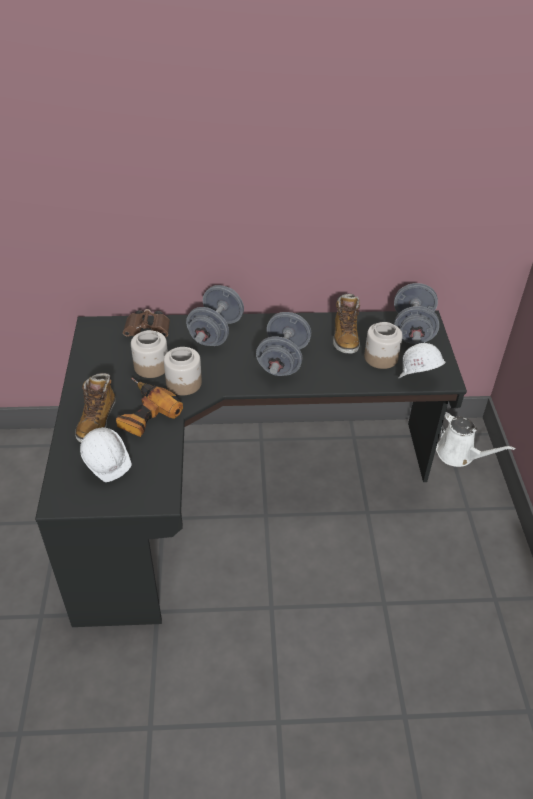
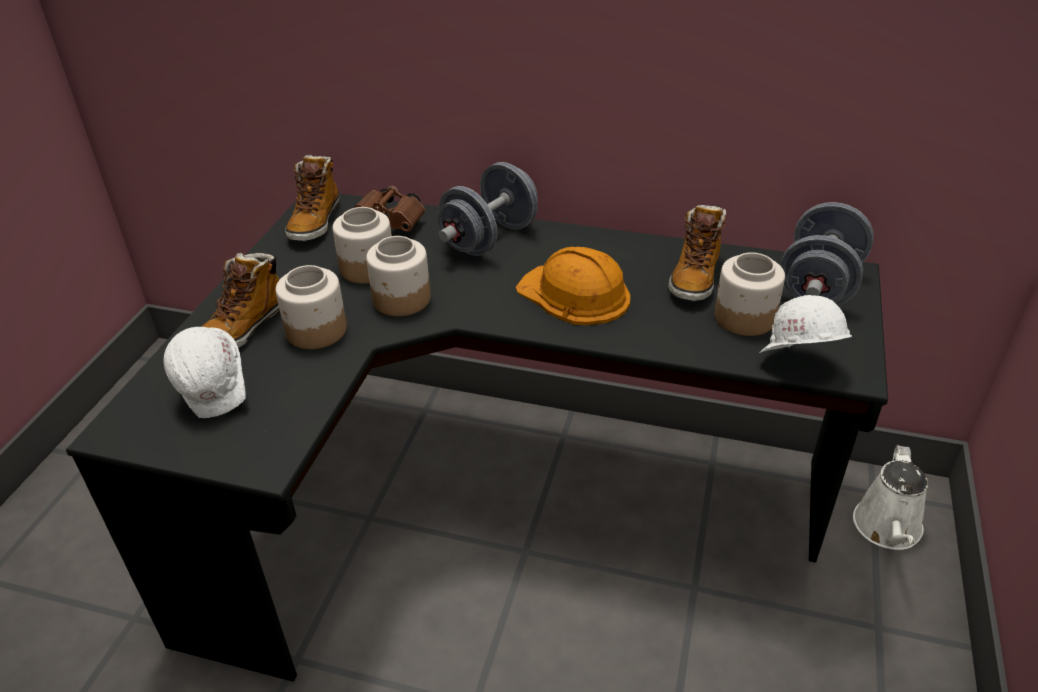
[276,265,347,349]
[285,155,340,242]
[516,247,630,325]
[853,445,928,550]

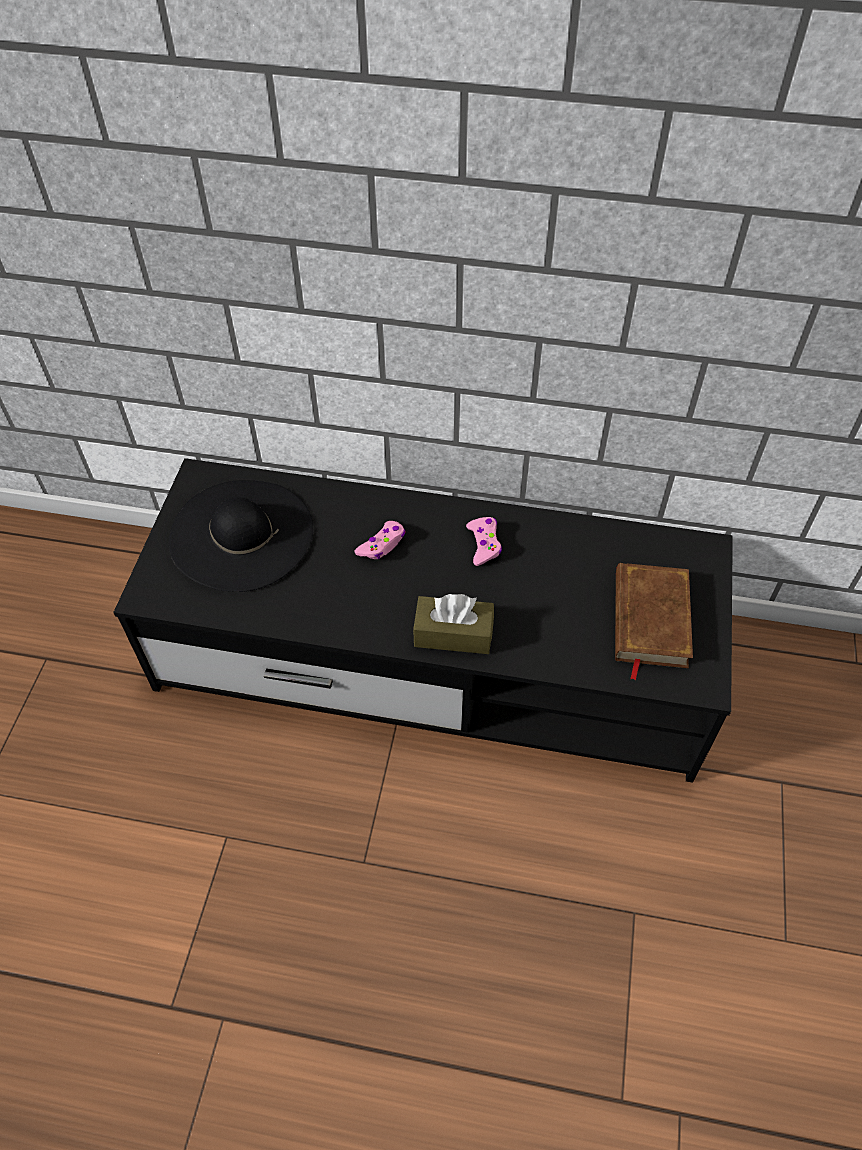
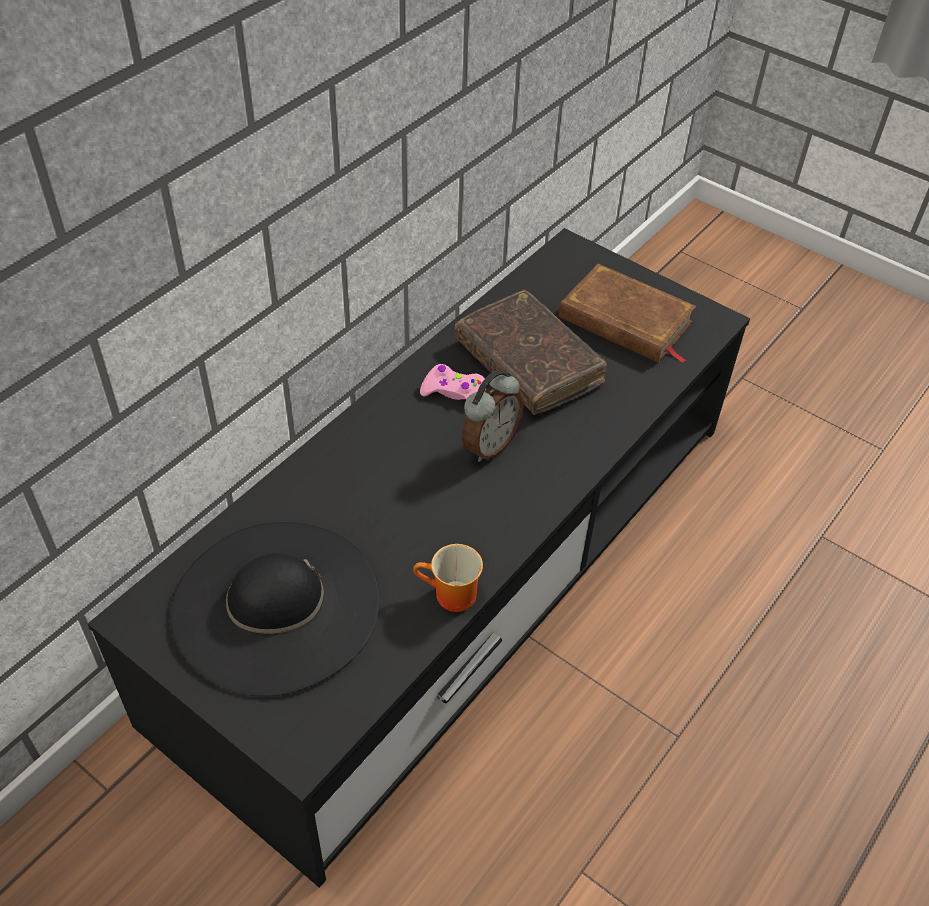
[413,544,483,612]
[454,290,607,415]
[462,371,524,462]
[354,521,406,559] (first image)
[413,594,494,654] (first image)

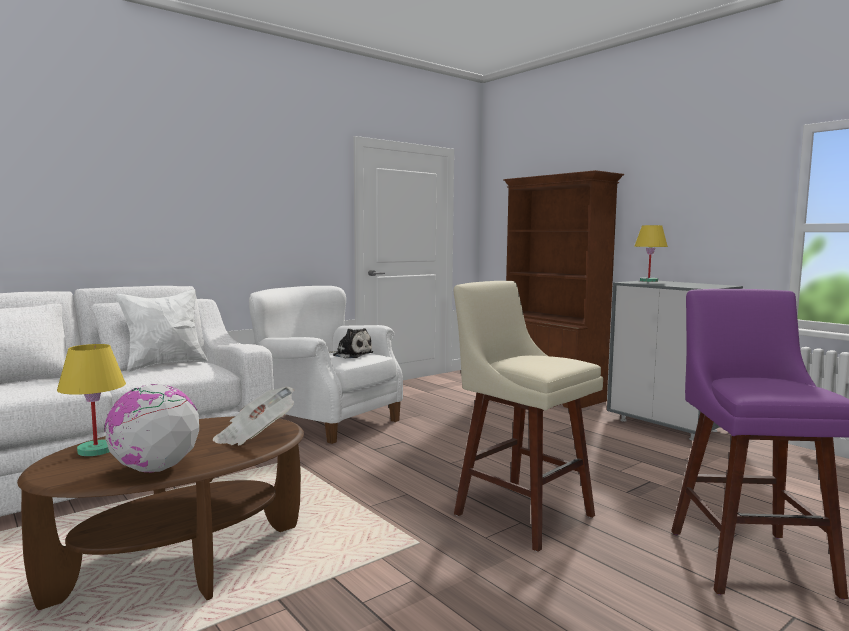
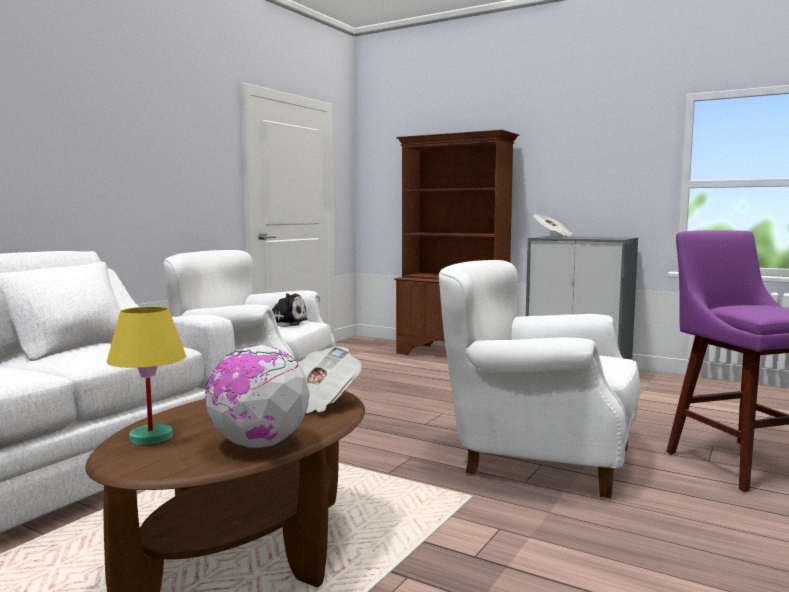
[439,260,640,498]
[533,212,573,237]
[116,289,208,372] (first image)

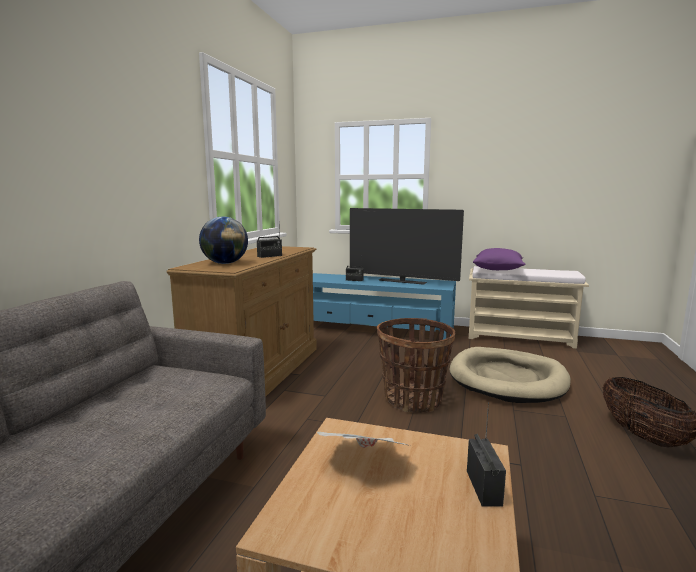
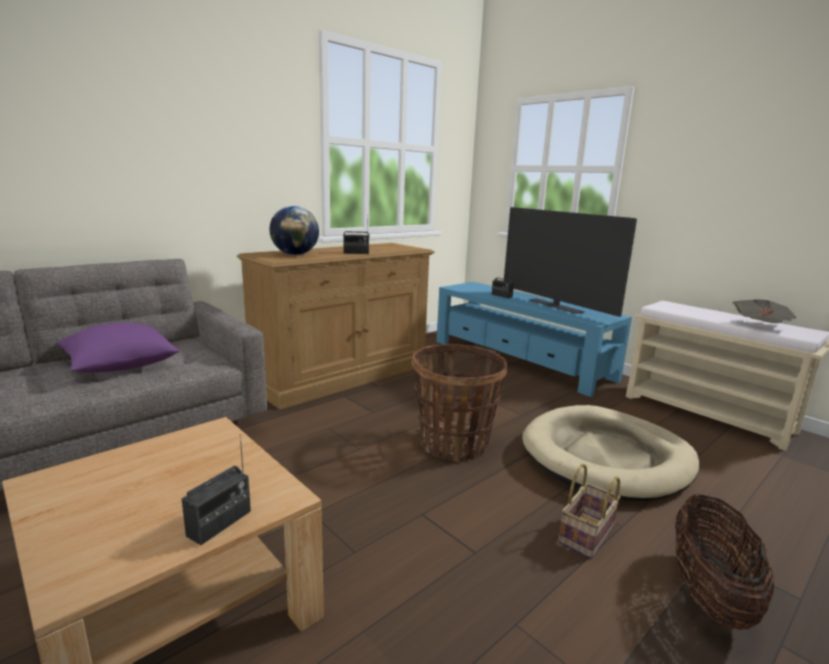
[57,322,180,373]
[559,464,620,559]
[733,300,796,323]

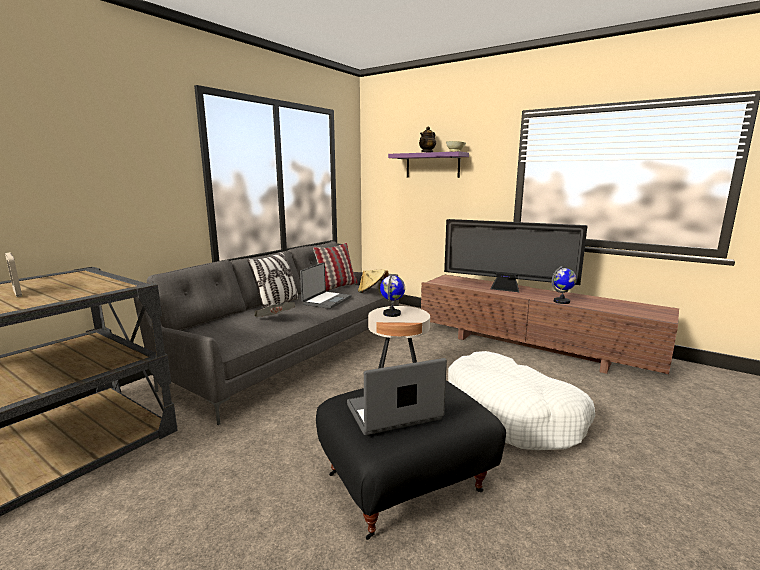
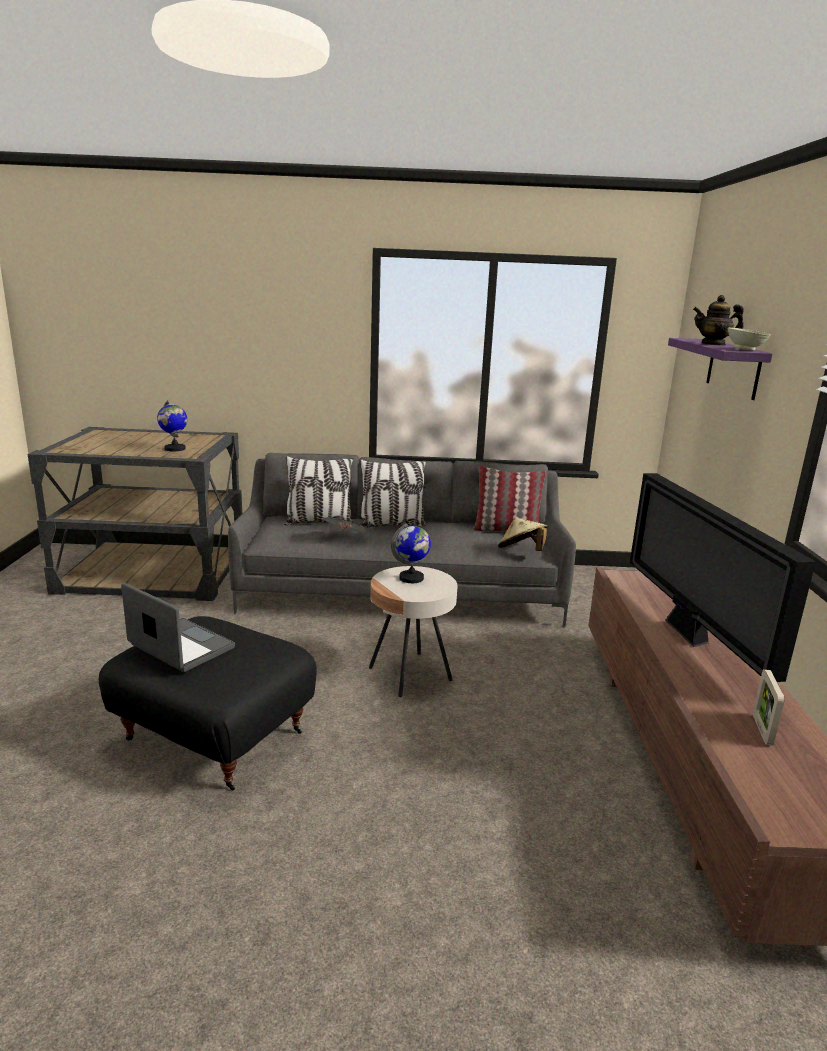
[157,400,187,451]
[284,456,353,525]
[753,669,785,746]
[300,262,352,309] (first image)
[448,351,595,450] (first image)

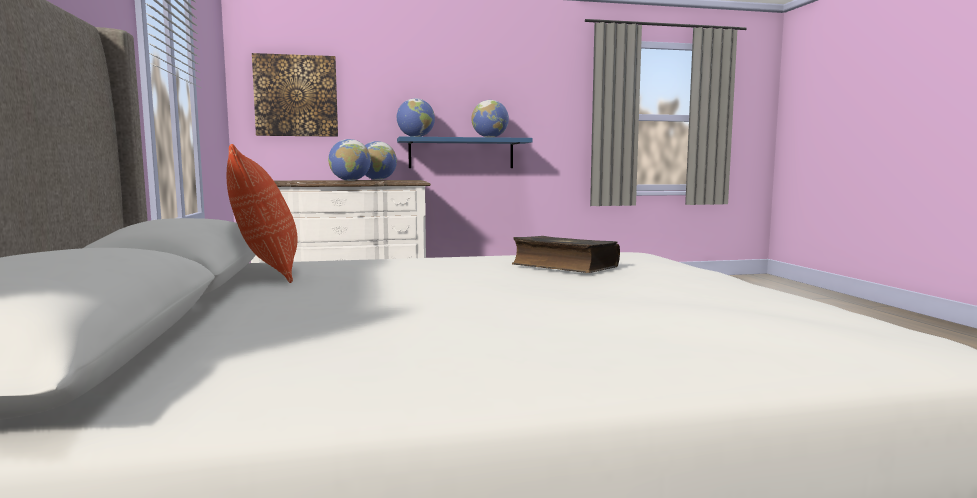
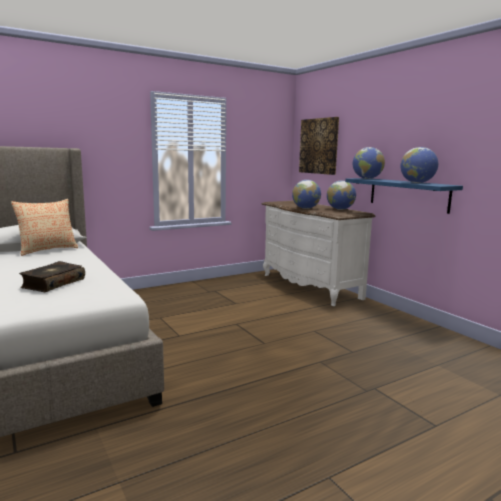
[11,199,78,256]

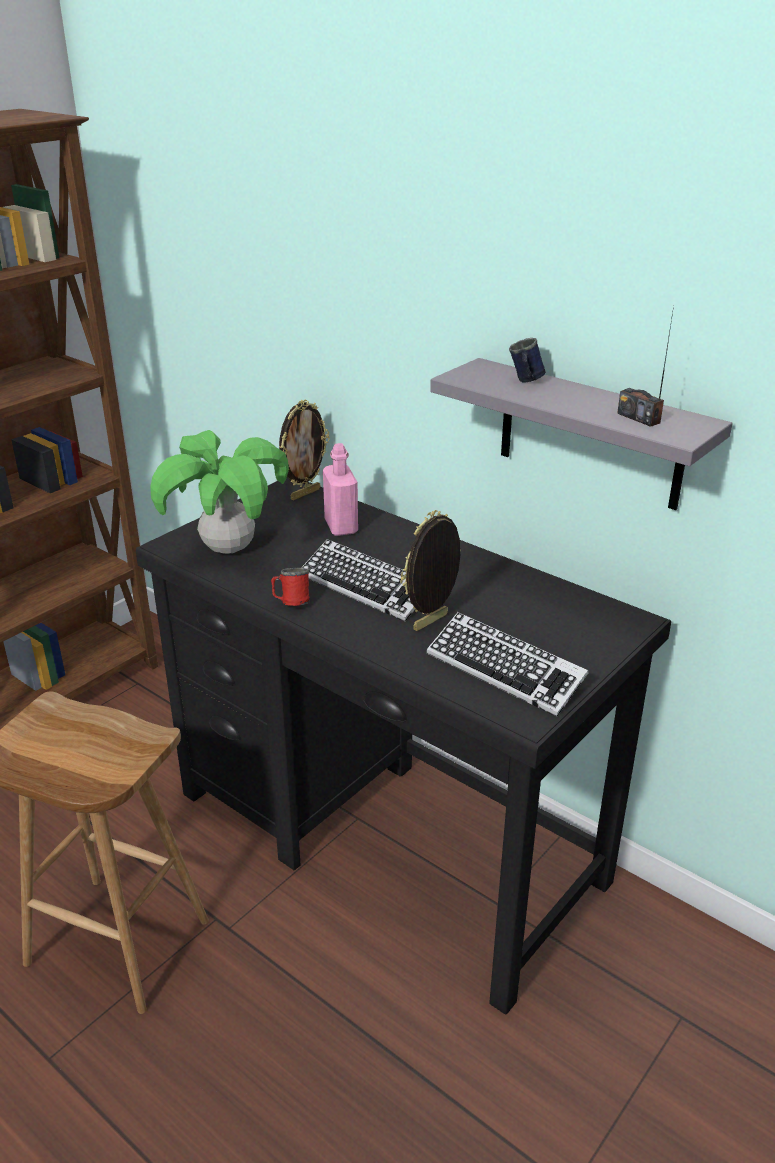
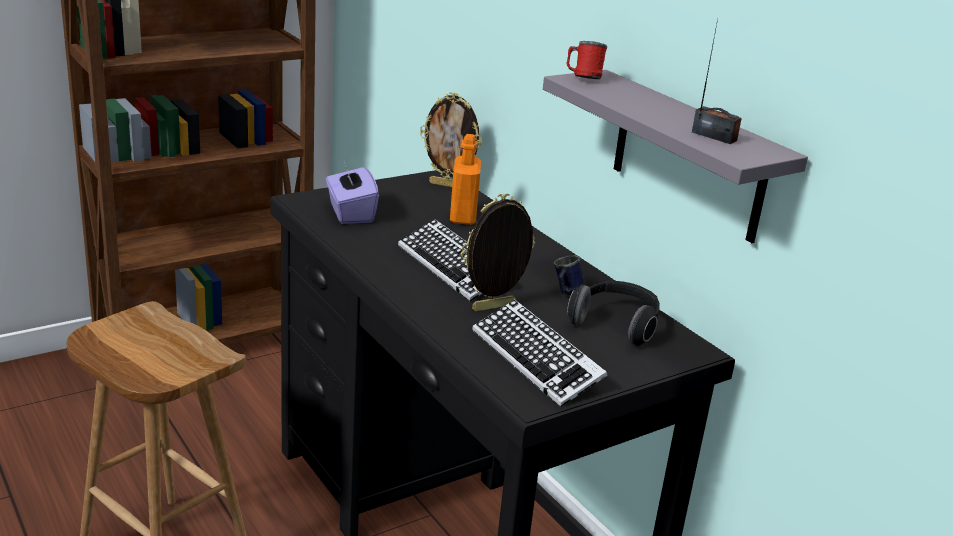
[326,162,379,224]
[420,92,482,187]
[450,134,481,225]
[554,255,586,295]
[567,41,607,79]
[567,281,660,346]
[692,19,742,144]

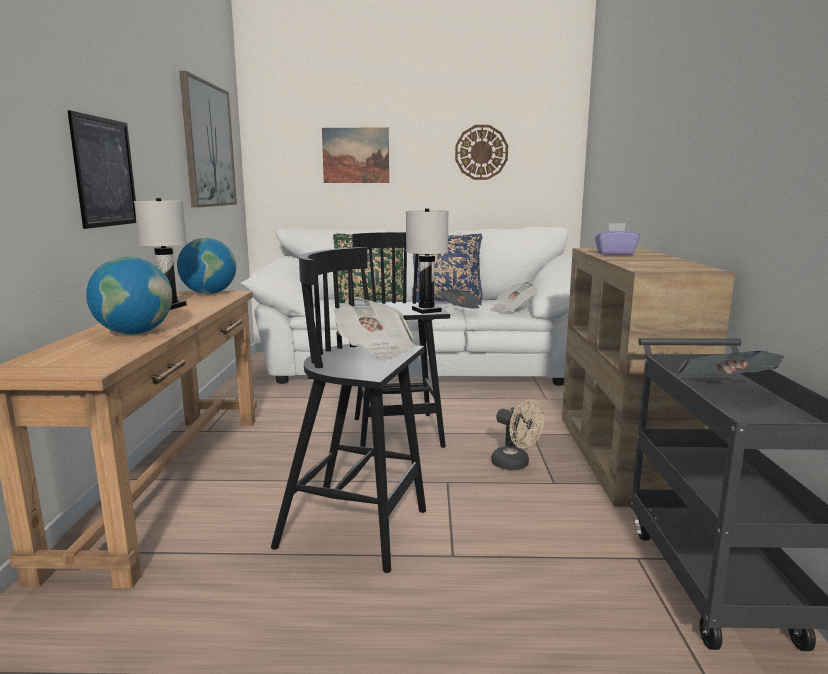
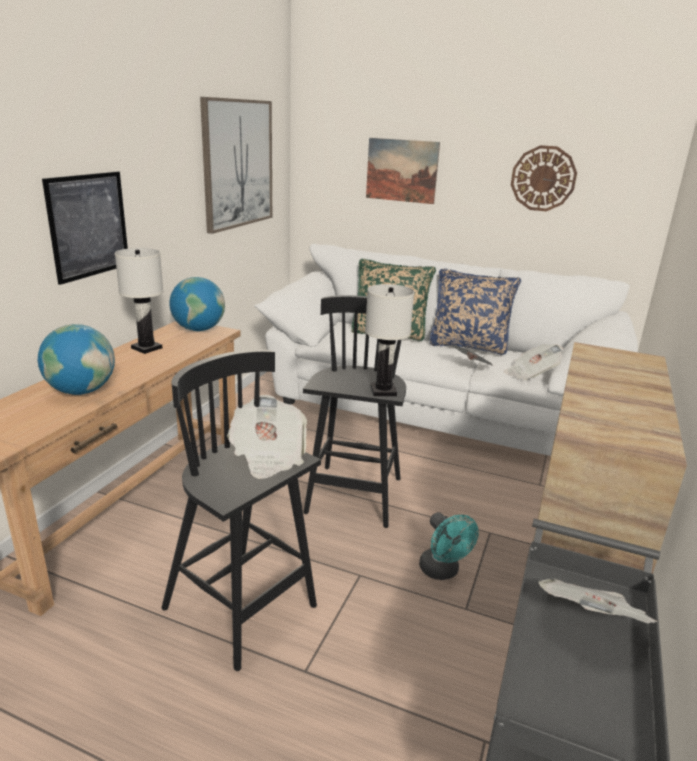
[419,512,479,580]
[595,223,640,255] (first image)

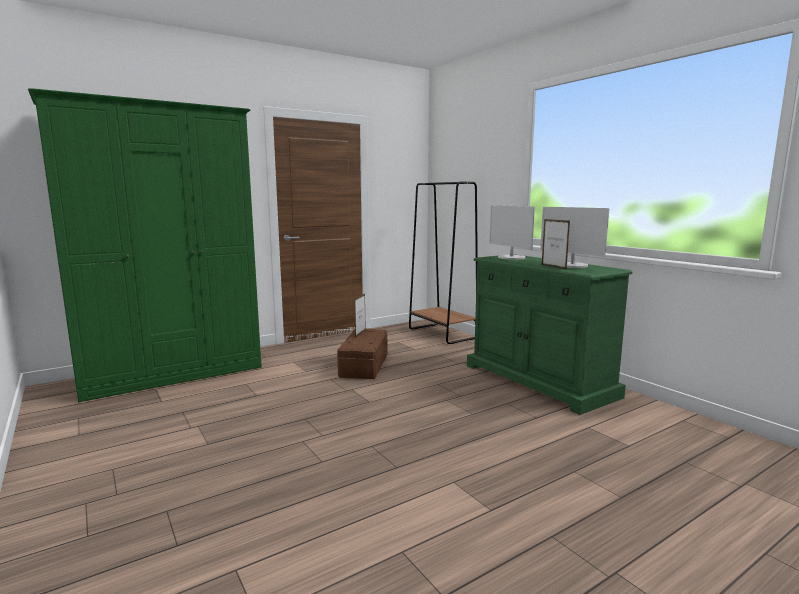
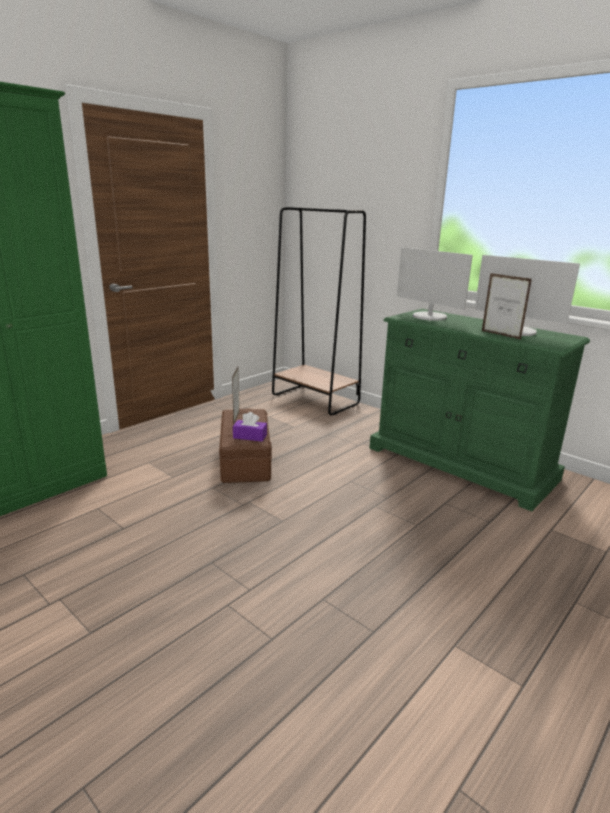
[233,412,267,442]

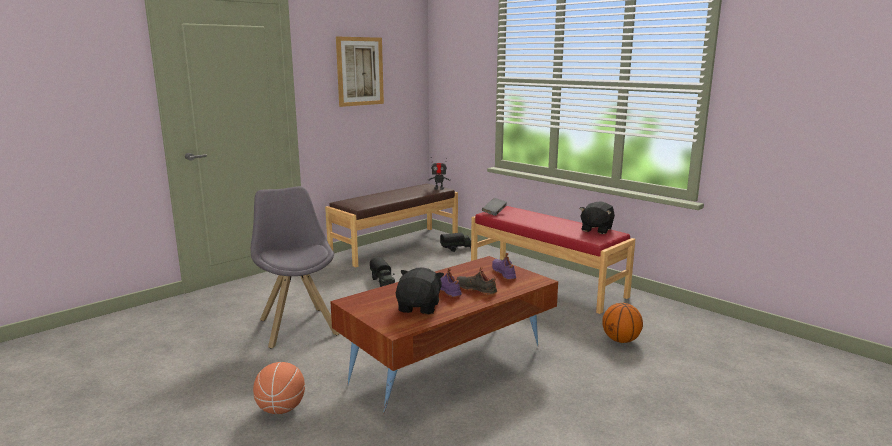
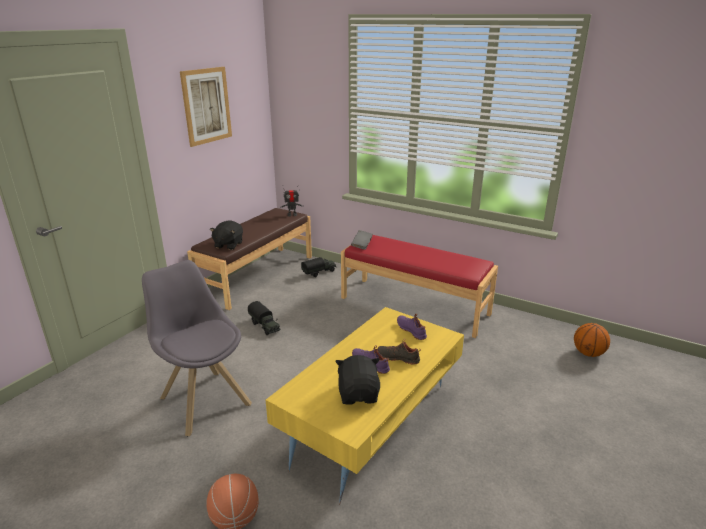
[210,220,243,250]
[266,307,464,505]
[574,323,610,357]

